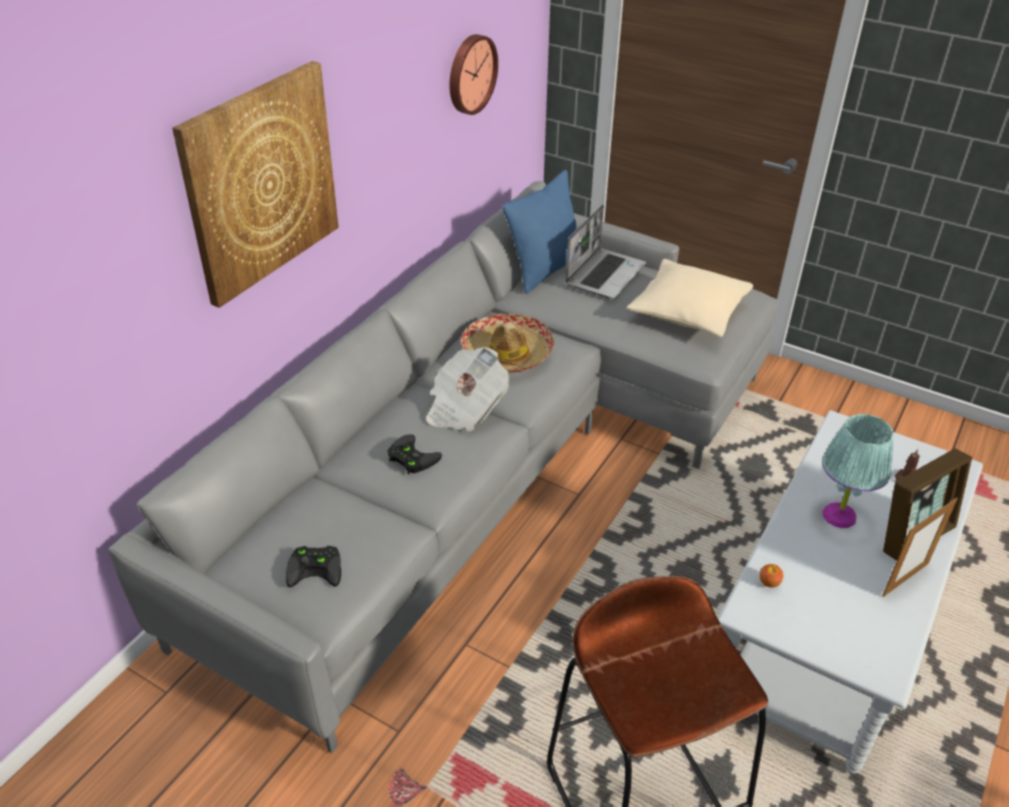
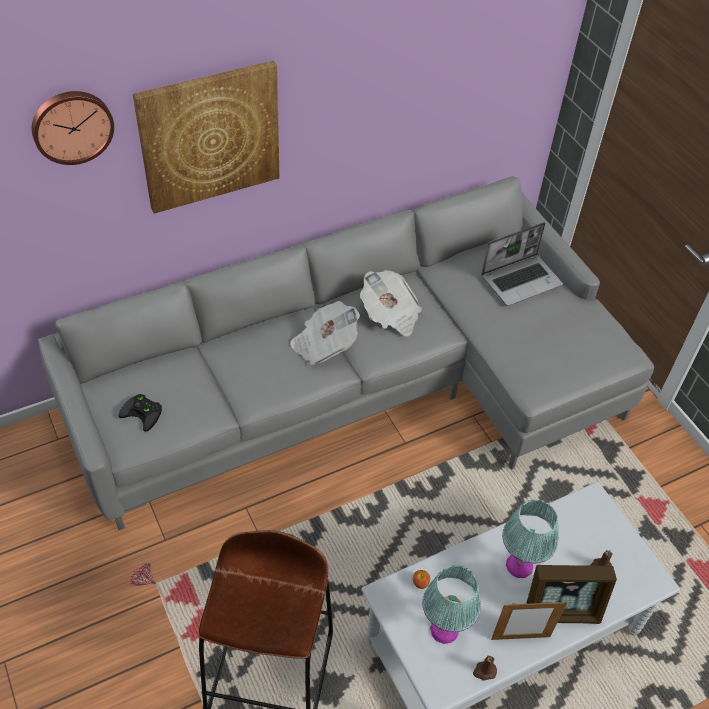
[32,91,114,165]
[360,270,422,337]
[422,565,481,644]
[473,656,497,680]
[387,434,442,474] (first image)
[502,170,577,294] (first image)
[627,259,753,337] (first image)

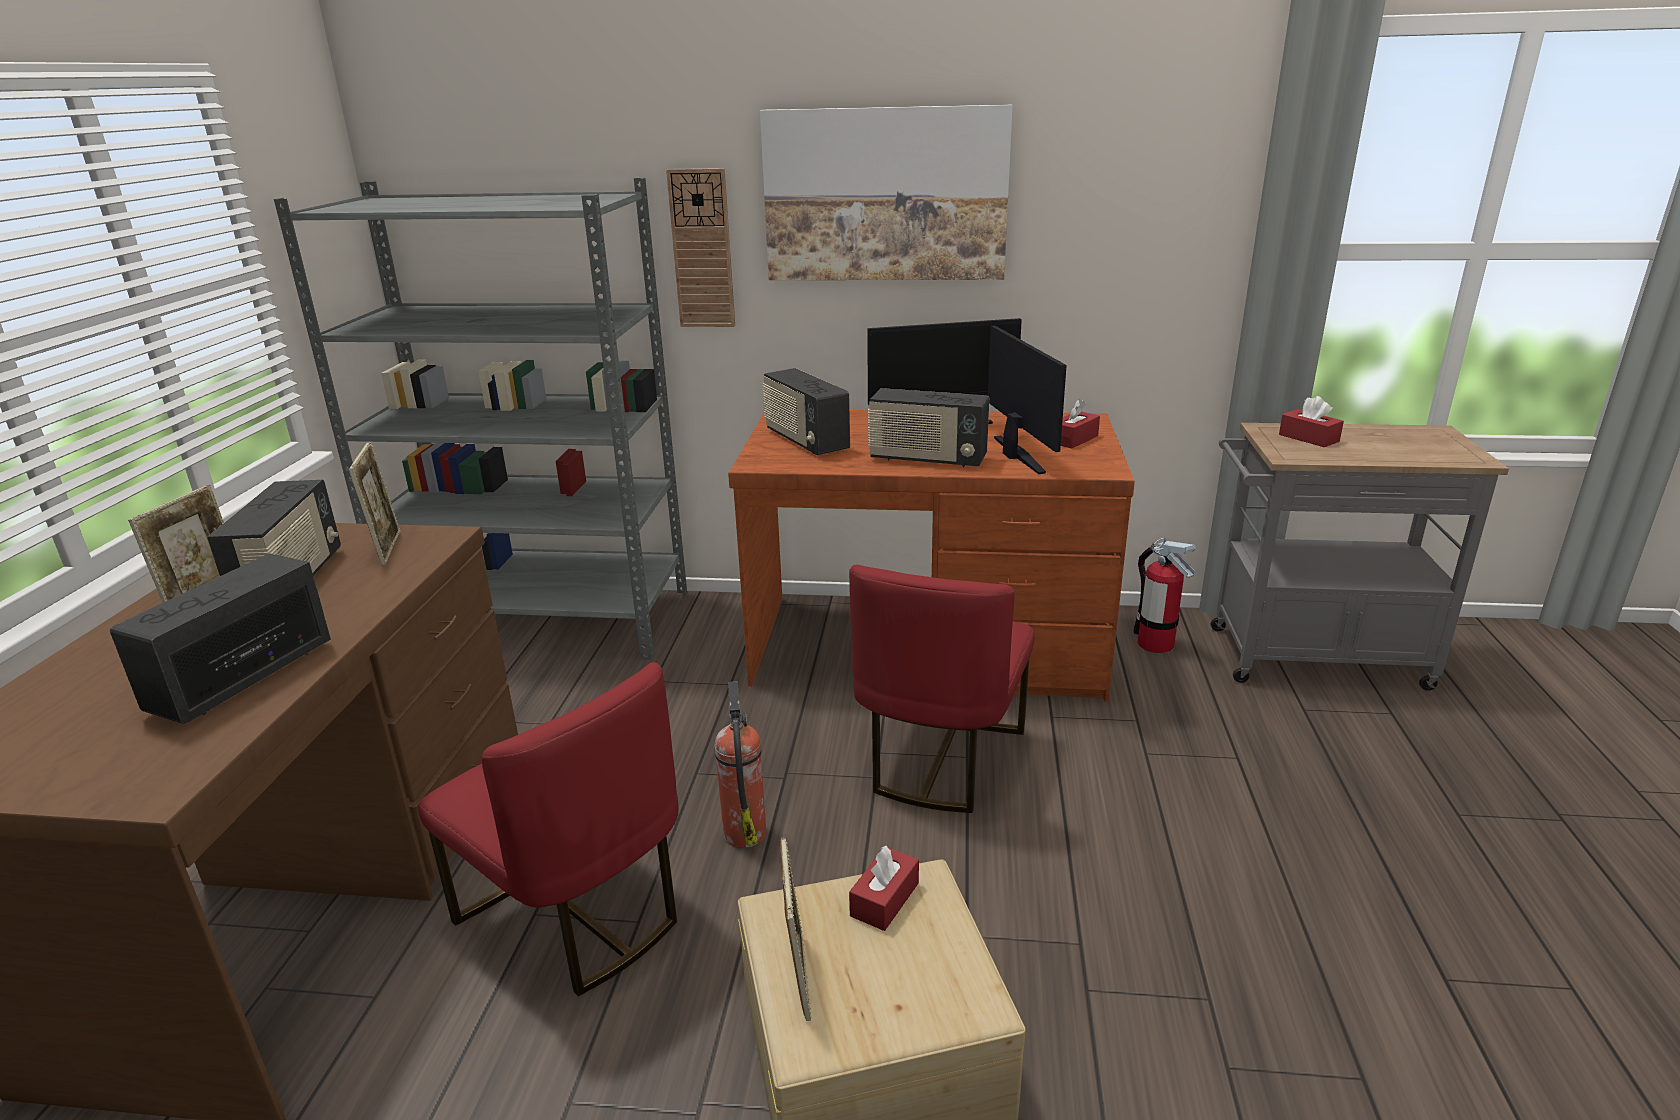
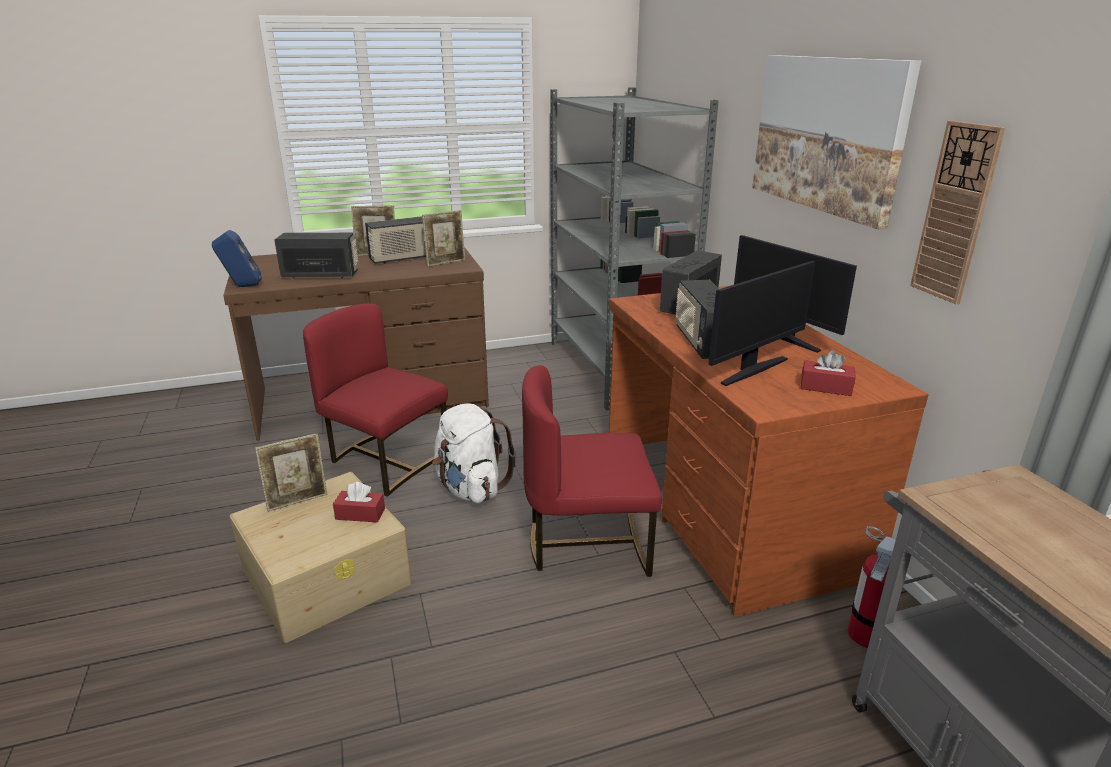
[212,230,262,287]
[303,303,448,497]
[432,403,516,503]
[910,120,1006,304]
[1279,396,1344,447] (first image)

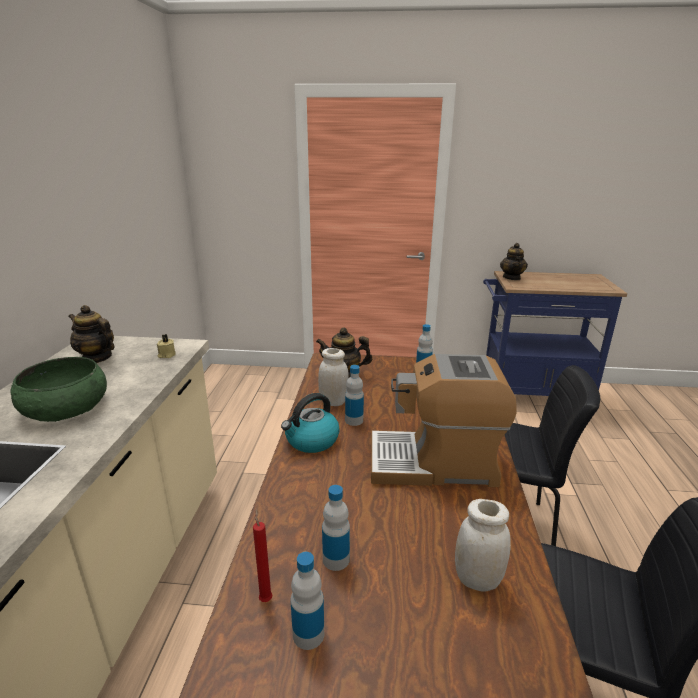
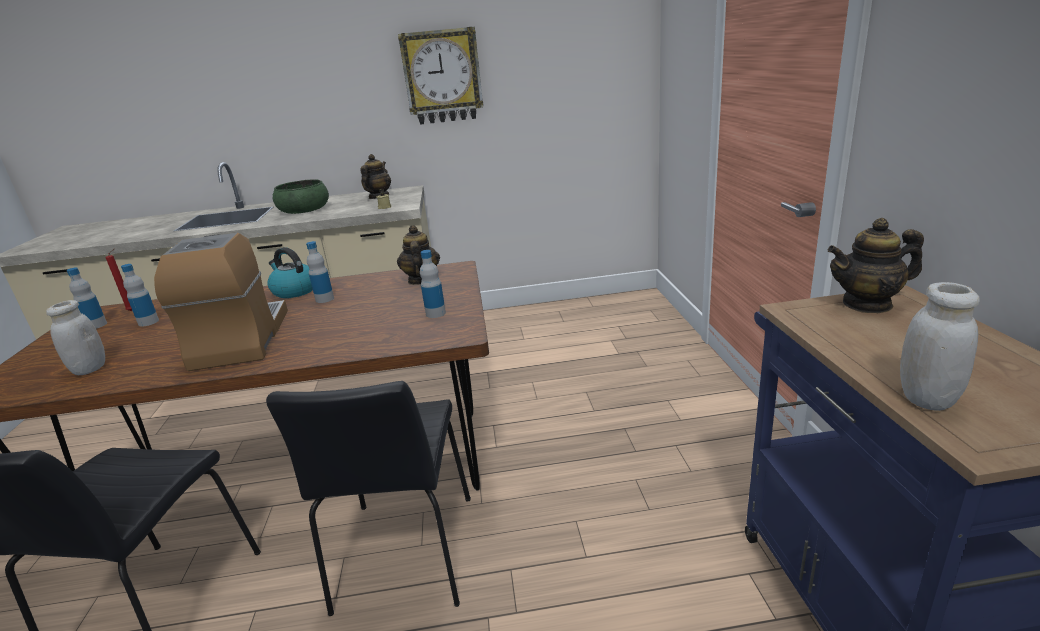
[398,27,483,125]
[900,282,980,411]

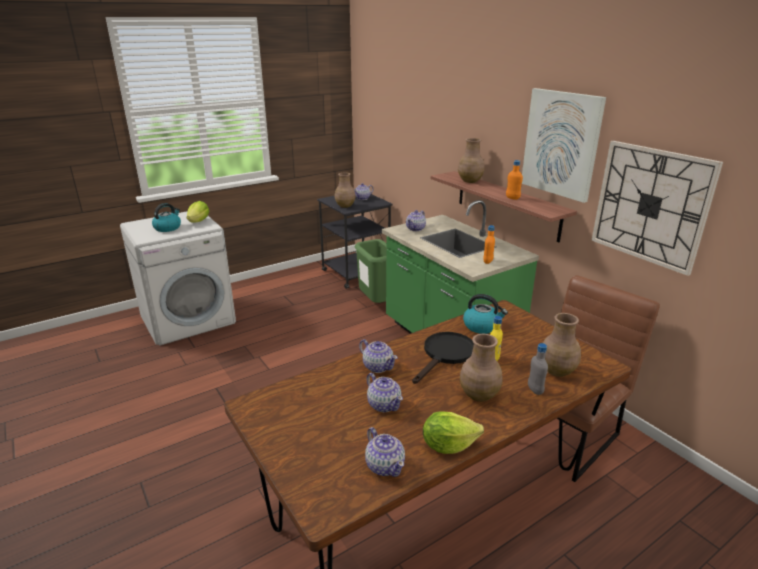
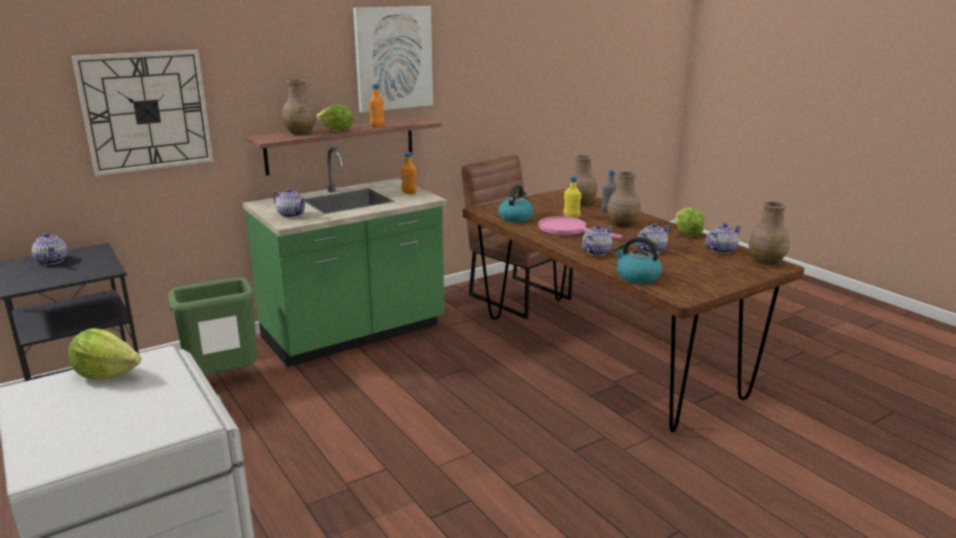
[72,50,213,176]
[317,104,354,131]
[538,216,622,239]
[613,237,662,284]
[748,201,790,265]

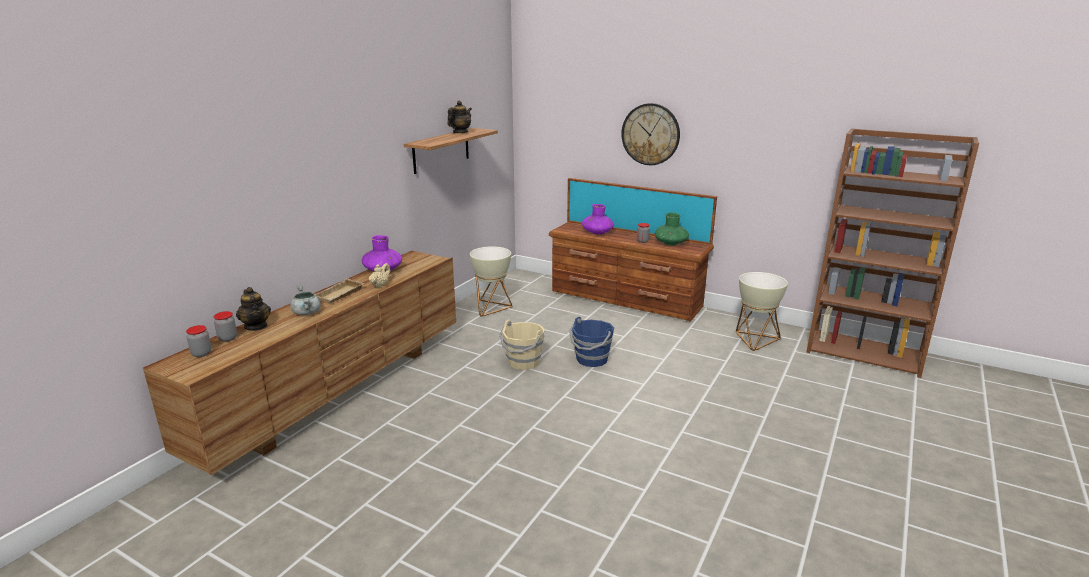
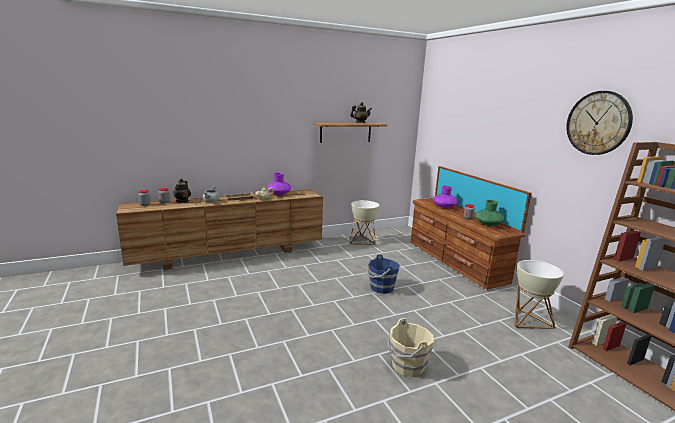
[387,318,434,377]
[566,91,633,155]

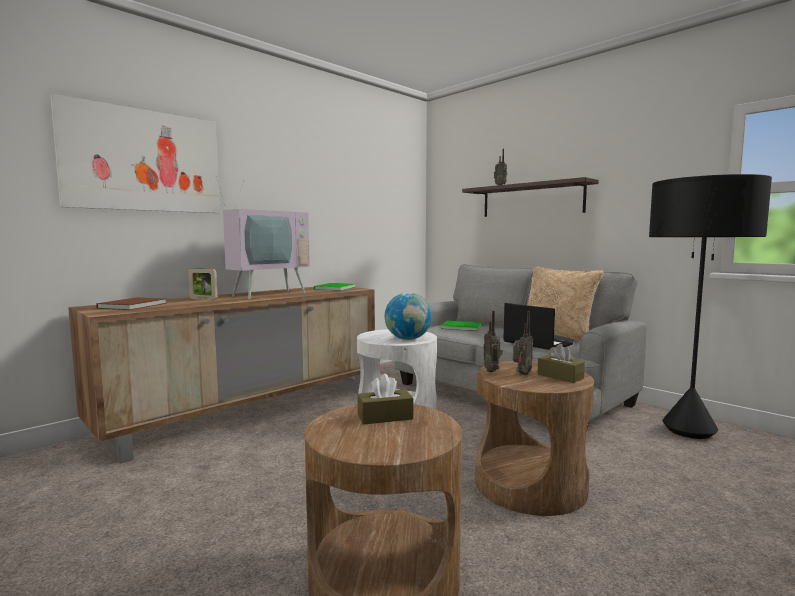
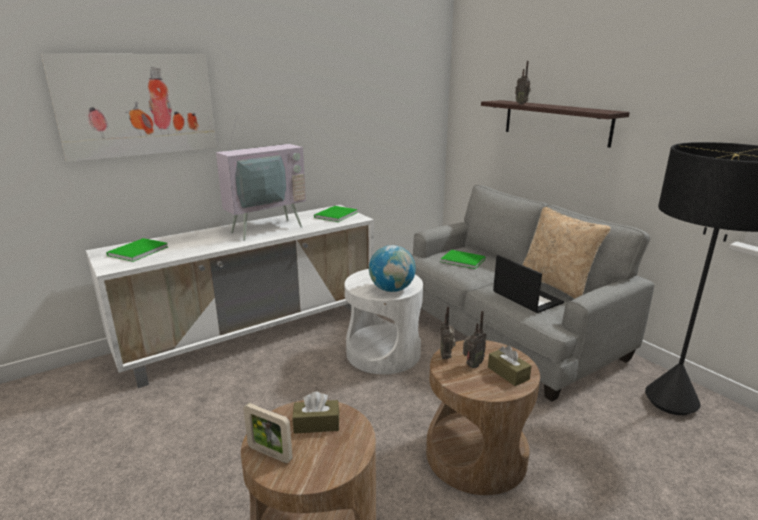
[86,205,374,388]
[107,238,168,262]
[243,403,293,463]

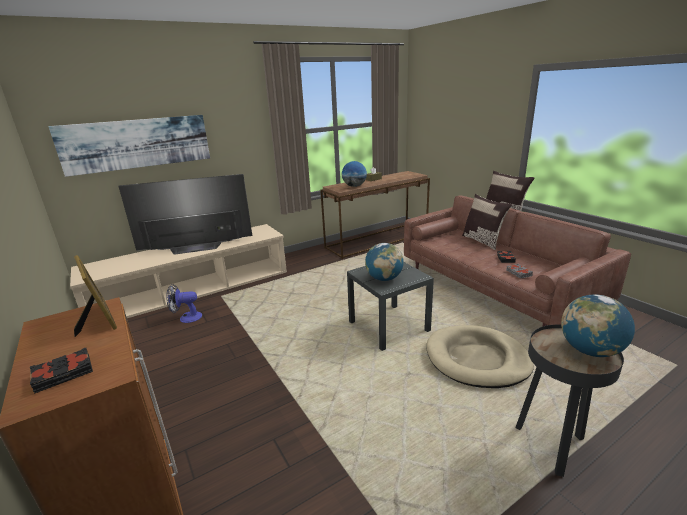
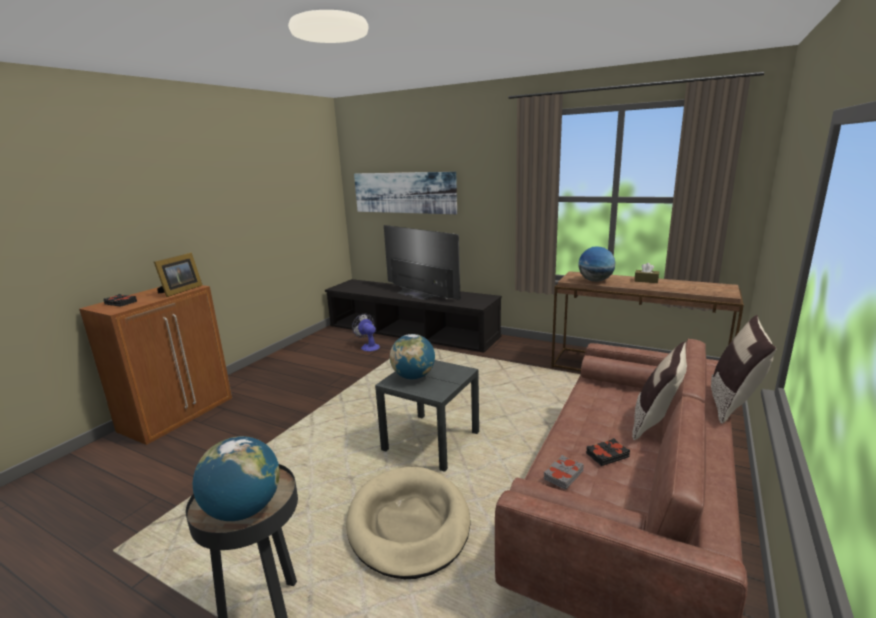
[325,279,502,353]

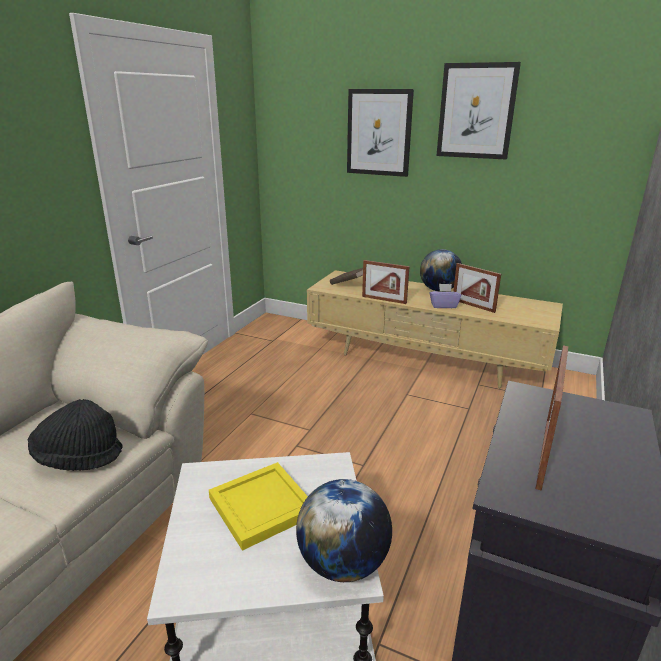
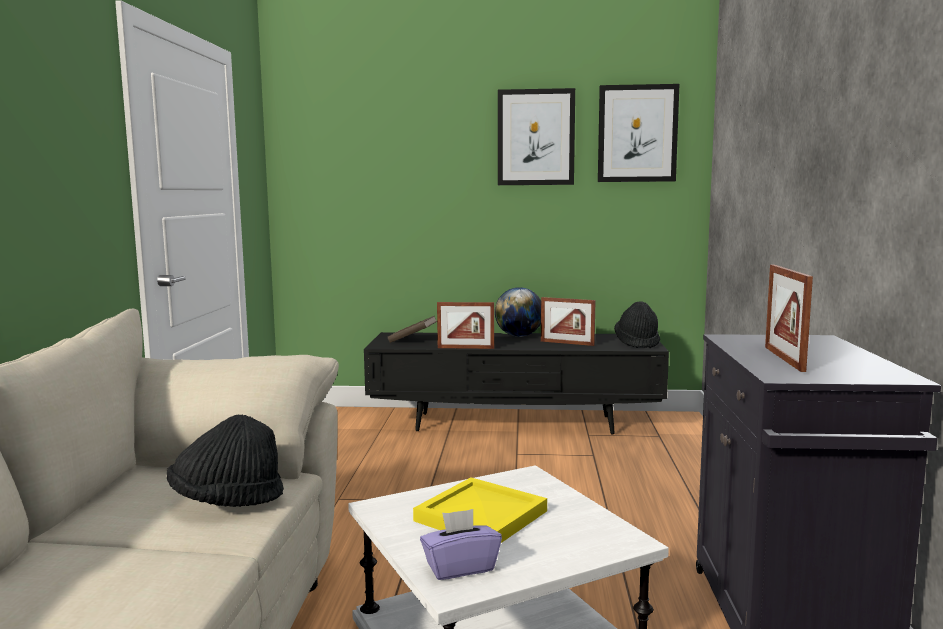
[364,332,669,435]
[420,509,502,580]
[598,84,679,182]
[614,301,660,348]
[296,479,392,582] (first image)

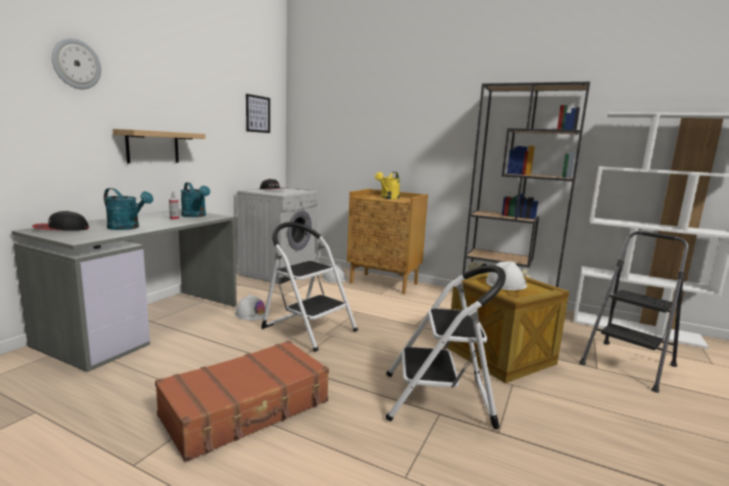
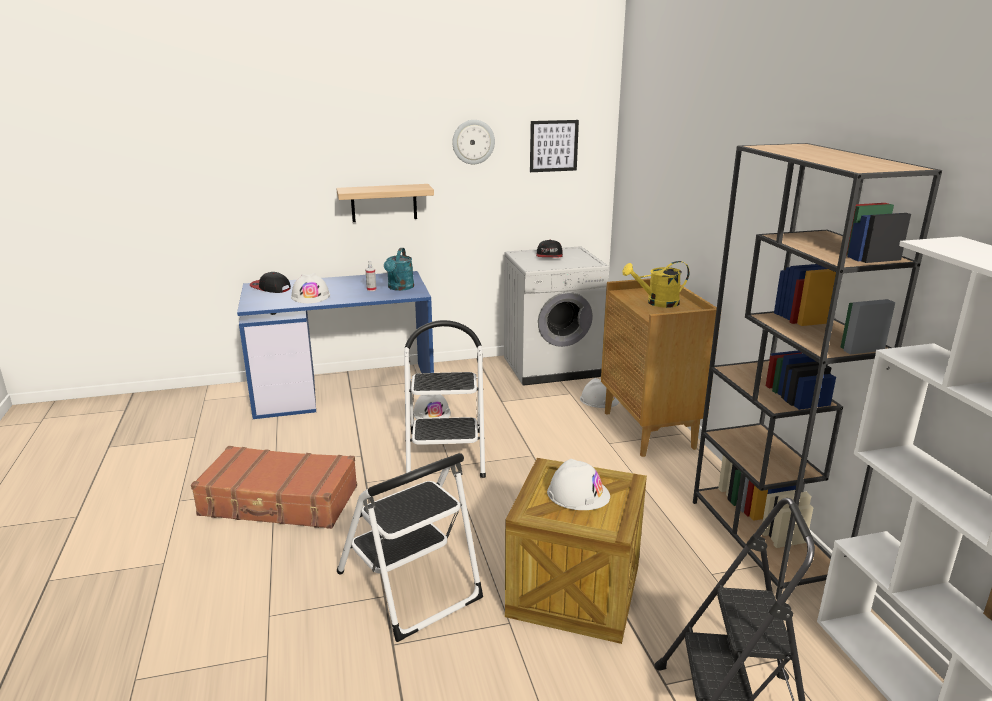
[237,271,434,419]
[291,273,330,303]
[452,120,495,164]

